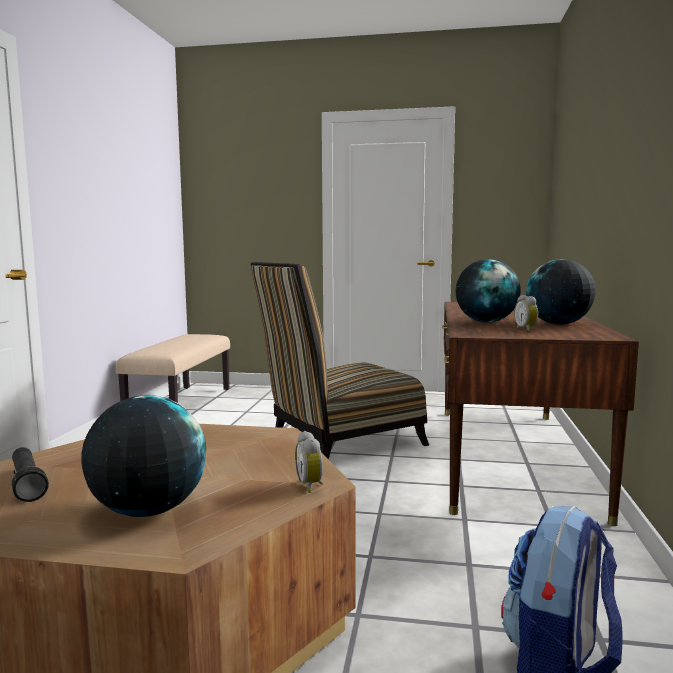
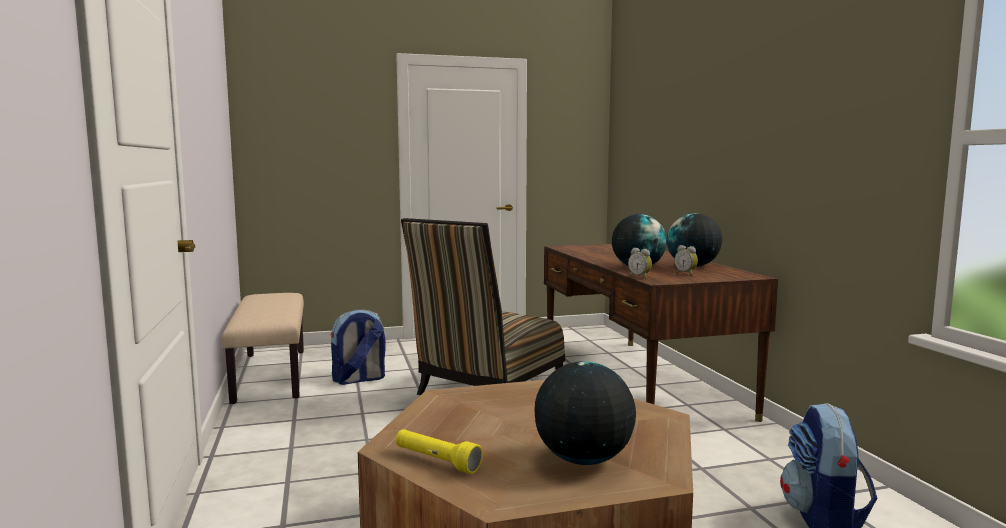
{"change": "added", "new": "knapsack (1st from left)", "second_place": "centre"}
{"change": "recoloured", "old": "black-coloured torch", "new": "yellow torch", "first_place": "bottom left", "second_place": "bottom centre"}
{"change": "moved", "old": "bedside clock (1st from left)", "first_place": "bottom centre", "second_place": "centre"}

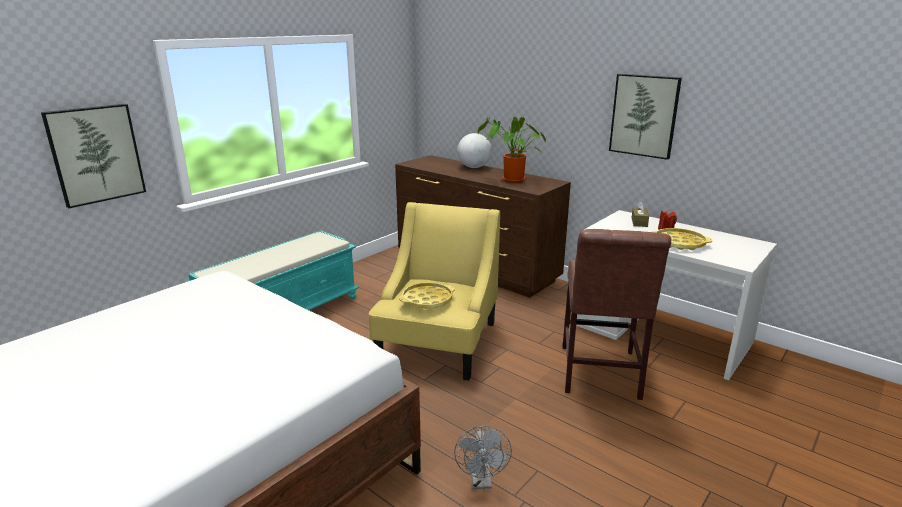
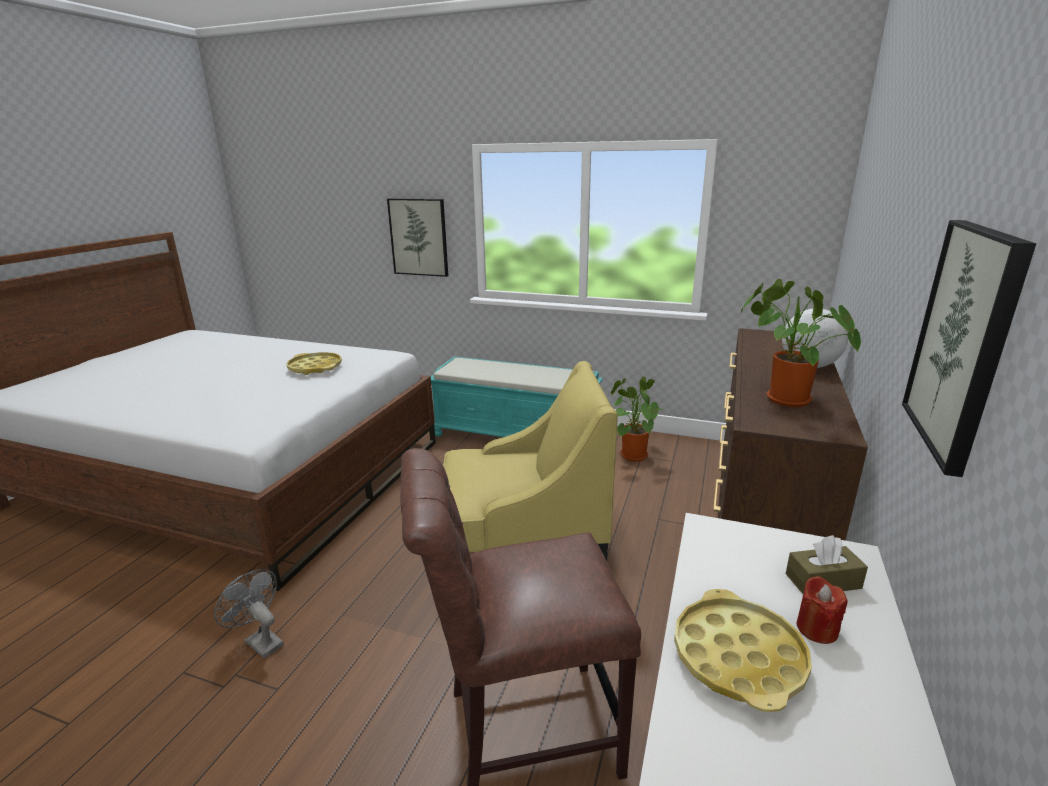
{"change": "turned", "old": "grey fan", "first_place": "bottom centre", "second_place": "bottom left", "degrees": 60}
{"change": "moved", "old": "yellow carrying tray (1st from left)", "first_place": "centre", "second_place": "middle left"}
{"change": "added", "new": "houseplant (1st from left)", "second_place": "centre"}

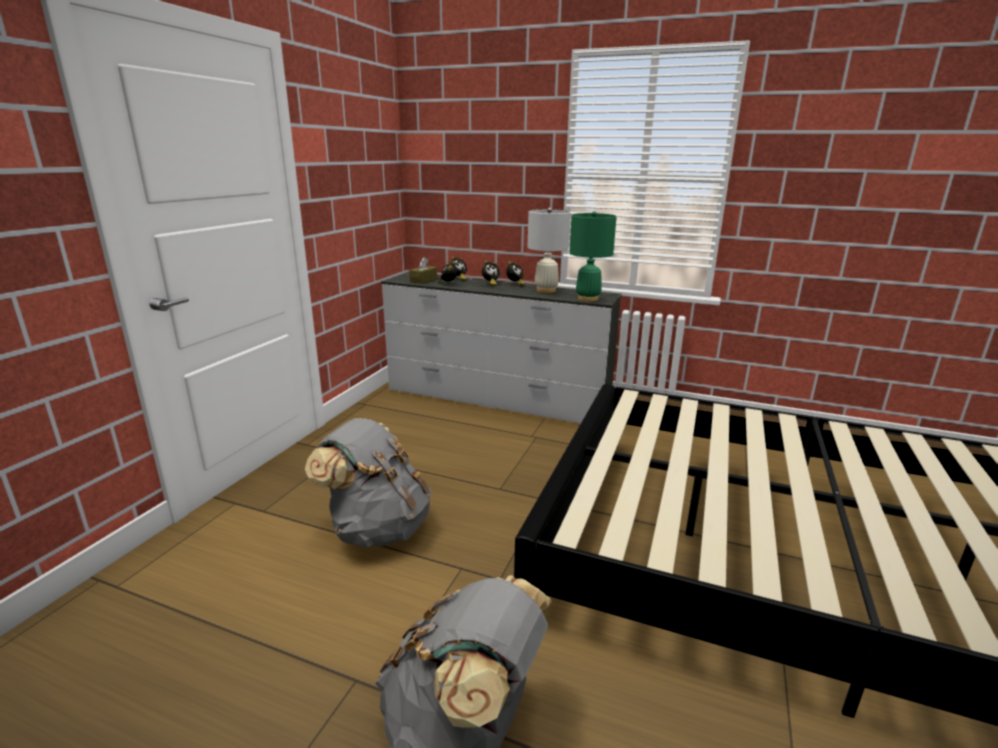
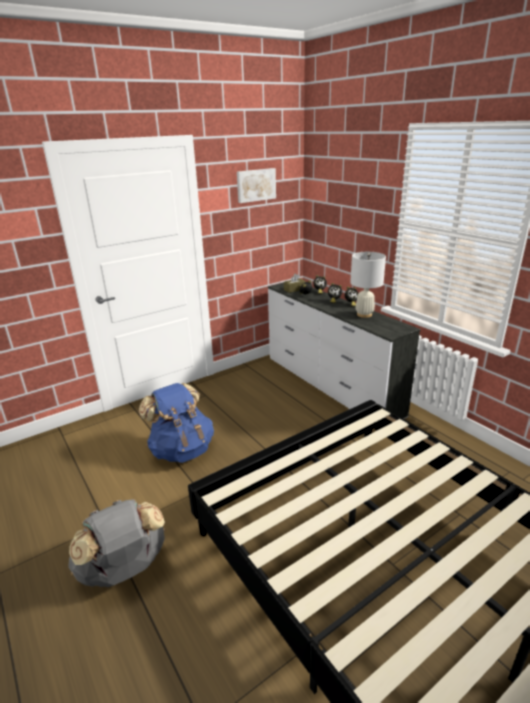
{"change": "recoloured", "old": "grey knapsack (1st from left)", "new": "bluish knapsack", "first_place": "centre", "second_place": "middle left"}
{"change": "added", "new": "picture", "second_place": "top centre"}
{"change": "removed", "old": "green-coloured lamp for a table", "first_place": "centre"}

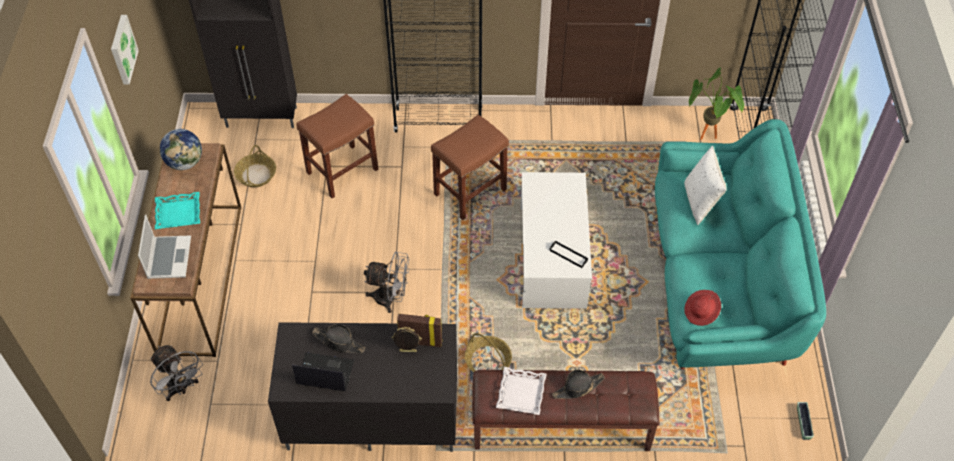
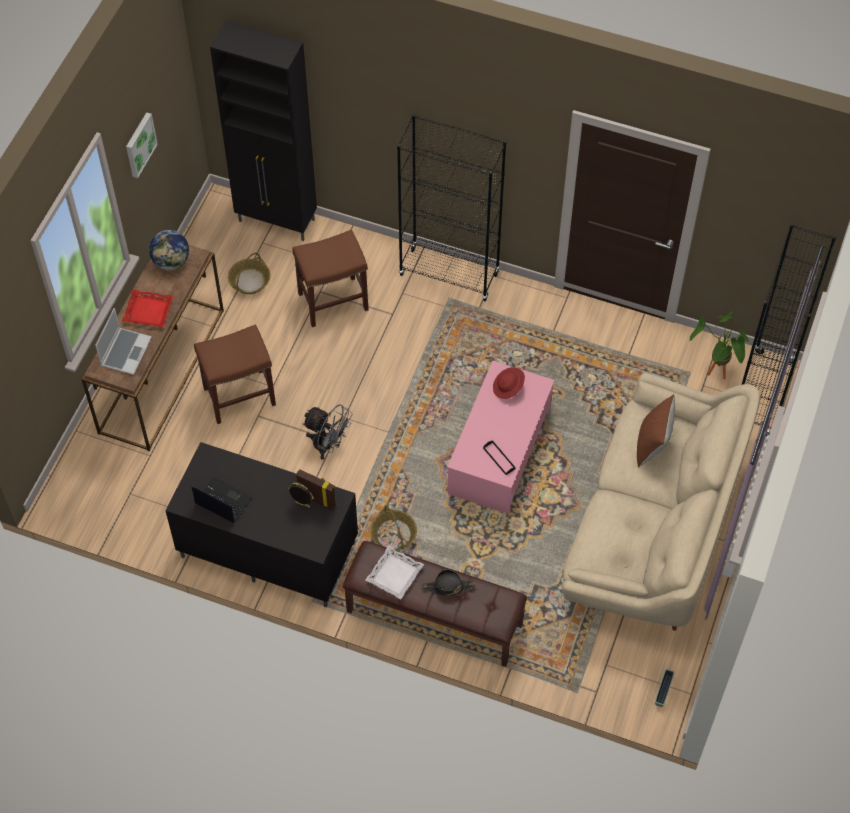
{"change": "recoloured", "old": "blue-green carrying tray", "new": "red carrying tray", "first_place": "middle left", "second_place": "middle left"}
{"change": "moved", "old": "brownish sitting stool (2nd from left in the first image)", "new": "brownish sitting stool (1st from left)", "first_place": "centre", "second_place": "middle left"}
{"change": "recoloured", "old": "whitish lounge table", "new": "pinkish lounge table", "first_place": "centre", "second_place": "centre"}
{"change": "moved", "old": "red clothing hat", "first_place": "bottom right", "second_place": "centre"}
{"change": "recoloured", "old": "blue-green couch", "new": "beige couch", "first_place": "middle right", "second_place": "middle right"}
{"change": "recoloured", "old": "whitish throw pillow", "new": "brownish throw pillow", "first_place": "middle right", "second_place": "middle right"}
{"change": "removed", "old": "grey fan (1st from left)", "first_place": "bottom left"}
{"change": "removed", "old": "black-coloured clothing hat (1st from left)", "first_place": "bottom centre"}

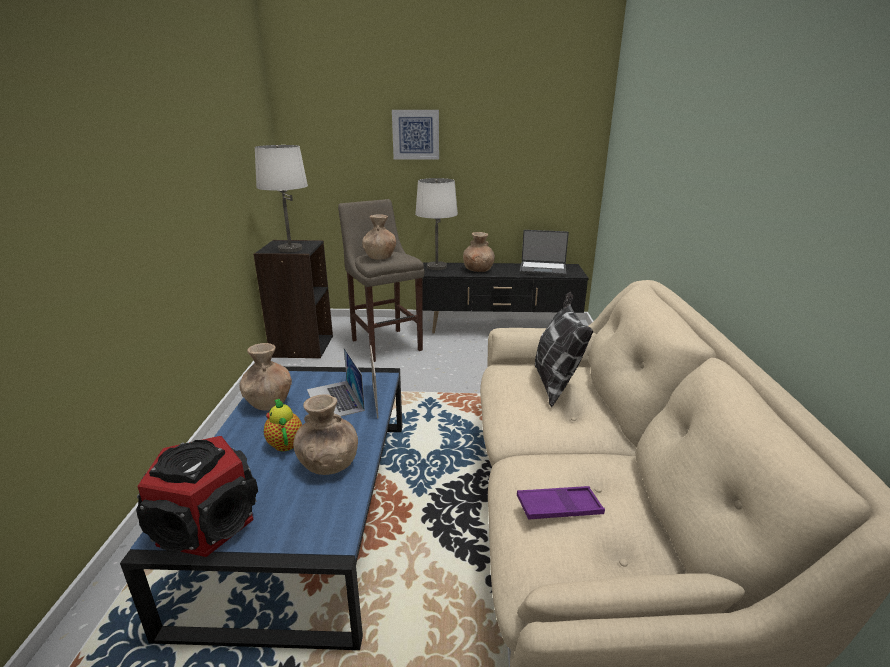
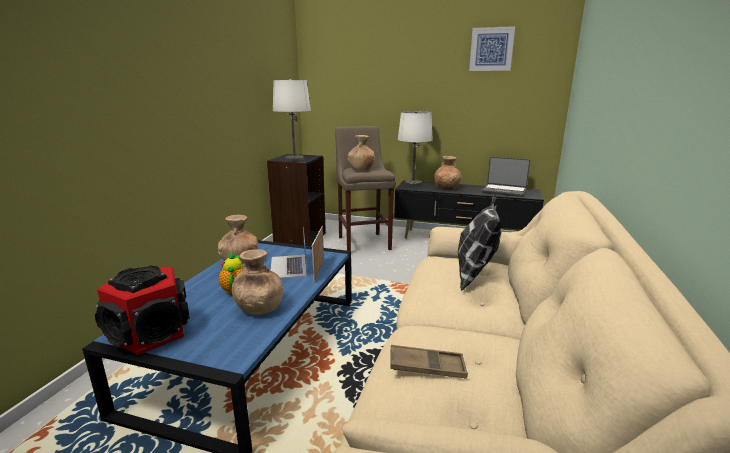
{"change": "recoloured", "old": "purple-coloured carrying tray", "new": "brownish carrying tray", "first_place": "bottom centre", "second_place": "bottom centre"}
{"change": "moved", "old": "picture", "first_place": "top centre", "second_place": "top right"}

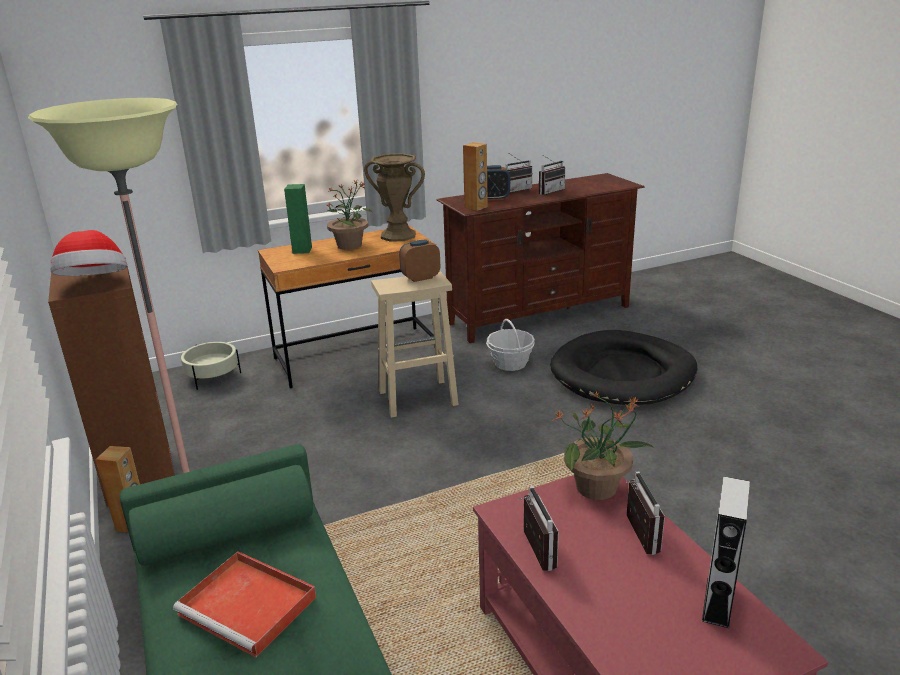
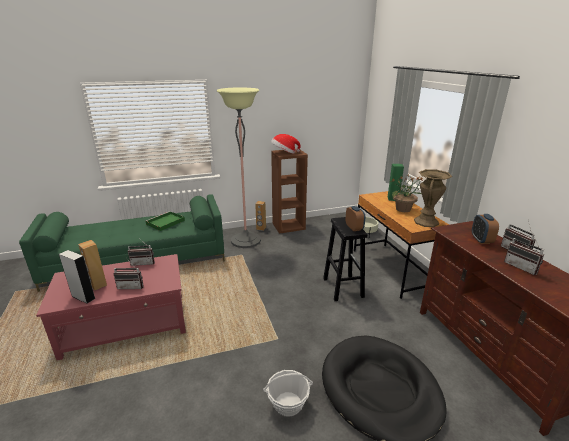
{"change": "moved", "old": "brownish loudspeaker (2nd from left in the first image)", "new": "brownish loudspeaker (1st from left)", "first_place": "top centre", "second_place": "middle left"}
{"change": "recoloured", "old": "red carrying tray", "new": "green-coloured carrying tray", "first_place": "bottom left", "second_place": "middle left"}
{"change": "moved", "old": "storage basket", "first_place": "centre", "second_place": "bottom centre"}
{"change": "recoloured", "old": "beige sitting stool", "new": "black-coloured sitting stool", "first_place": "centre", "second_place": "centre"}
{"change": "removed", "old": "houseplant (2nd from left)", "first_place": "middle right"}

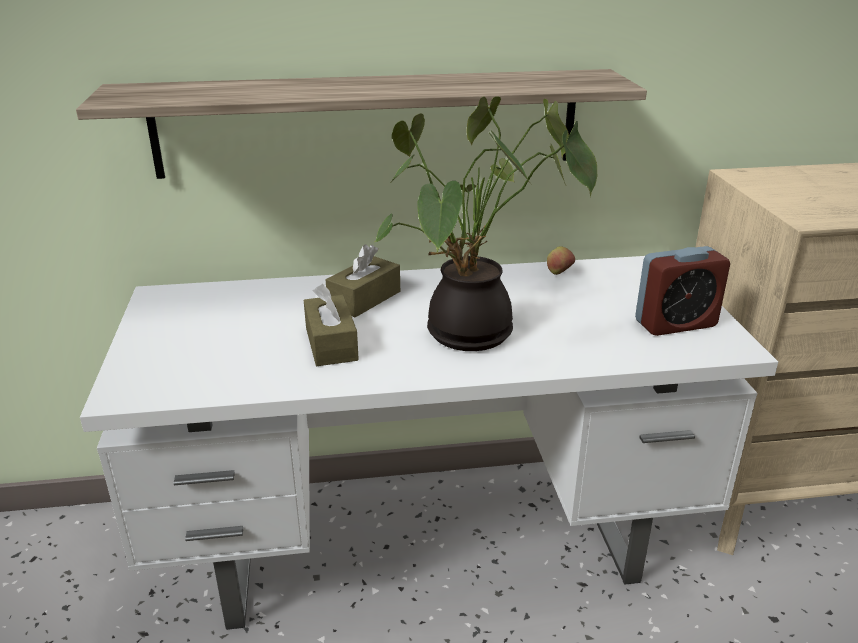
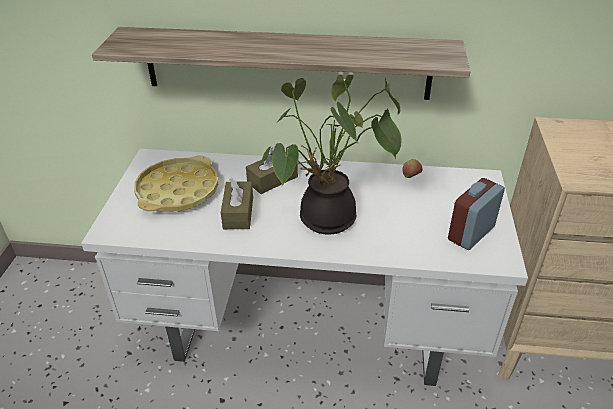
{"change": "added", "new": "yellow carrying tray", "second_place": "middle left"}
{"change": "turned", "old": "bedside clock", "first_place": "middle right", "second_place": "middle right", "degrees": 135}

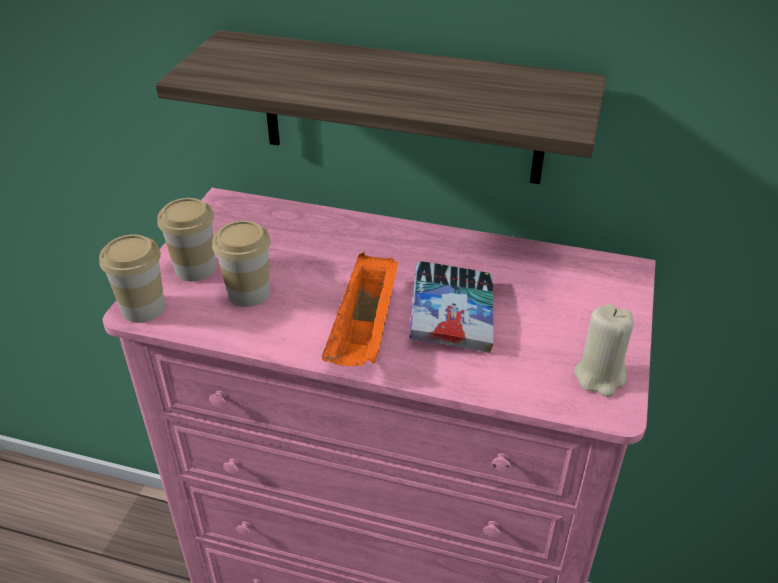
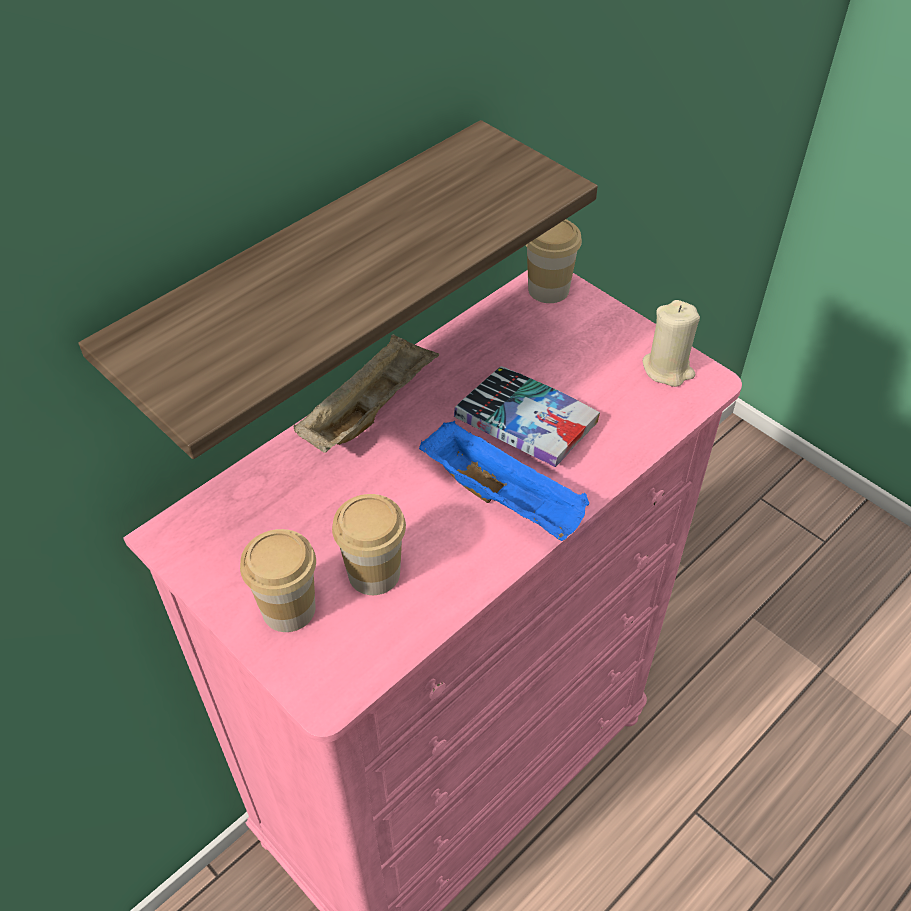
{"change": "added", "new": "beige carrying tray", "second_place": "centre"}
{"change": "recoloured", "old": "orange-coloured carrying tray", "new": "bluish carrying tray", "first_place": "centre", "second_place": "centre"}
{"change": "moved", "old": "small cup (1st from left in the first image)", "new": "small cup (3rd from left)", "first_place": "middle left", "second_place": "top centre"}

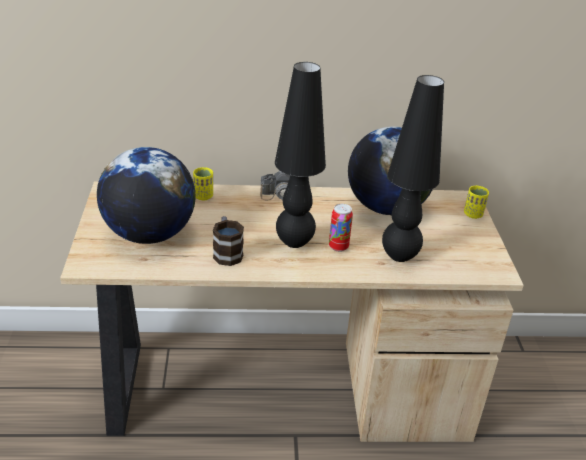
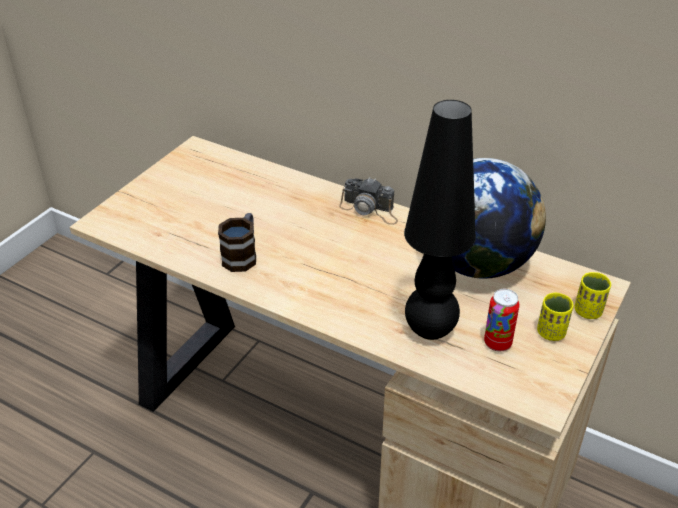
{"change": "moved", "old": "metal can", "first_place": "centre", "second_place": "middle right"}
{"change": "moved", "old": "yellow small cup (1st from left)", "first_place": "centre", "second_place": "middle right"}
{"change": "removed", "old": "world globe (1st from left)", "first_place": "middle left"}
{"change": "removed", "old": "black-coloured lamp for a table (1st from left)", "first_place": "centre"}

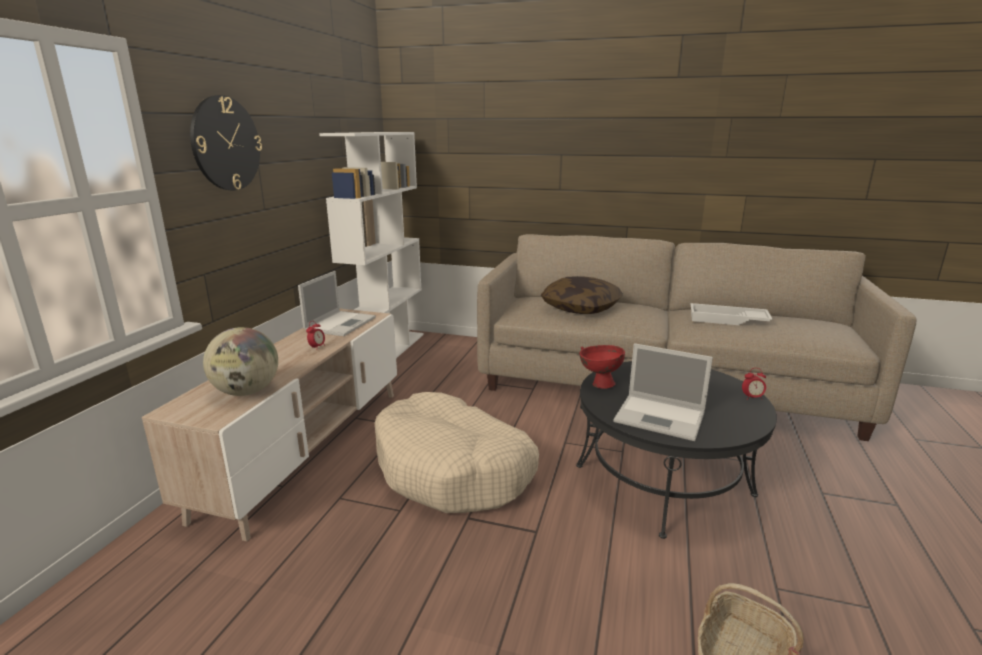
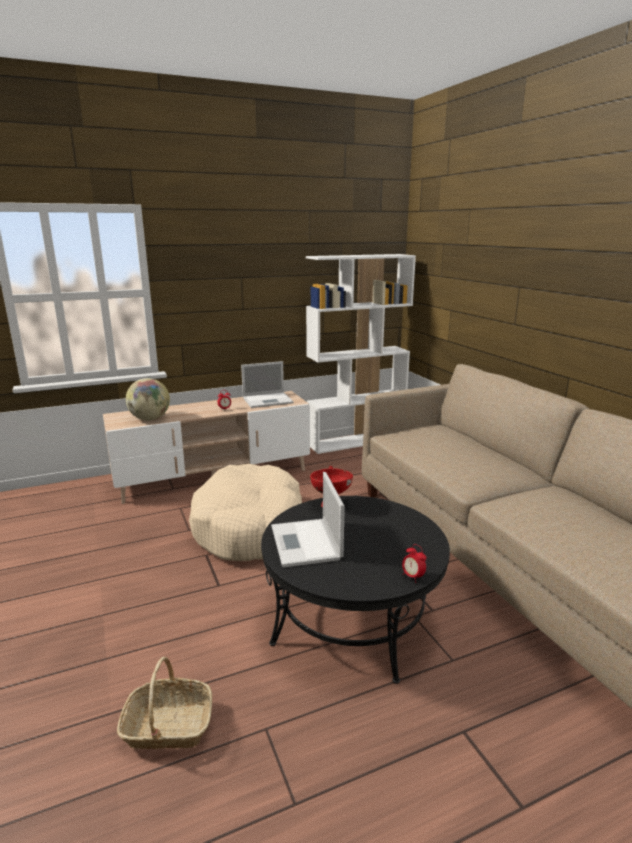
{"change": "removed", "old": "clock on the wall", "first_place": "top left"}
{"change": "removed", "old": "throw pillow", "first_place": "centre"}
{"change": "removed", "old": "whitish carrying tray", "first_place": "middle right"}

